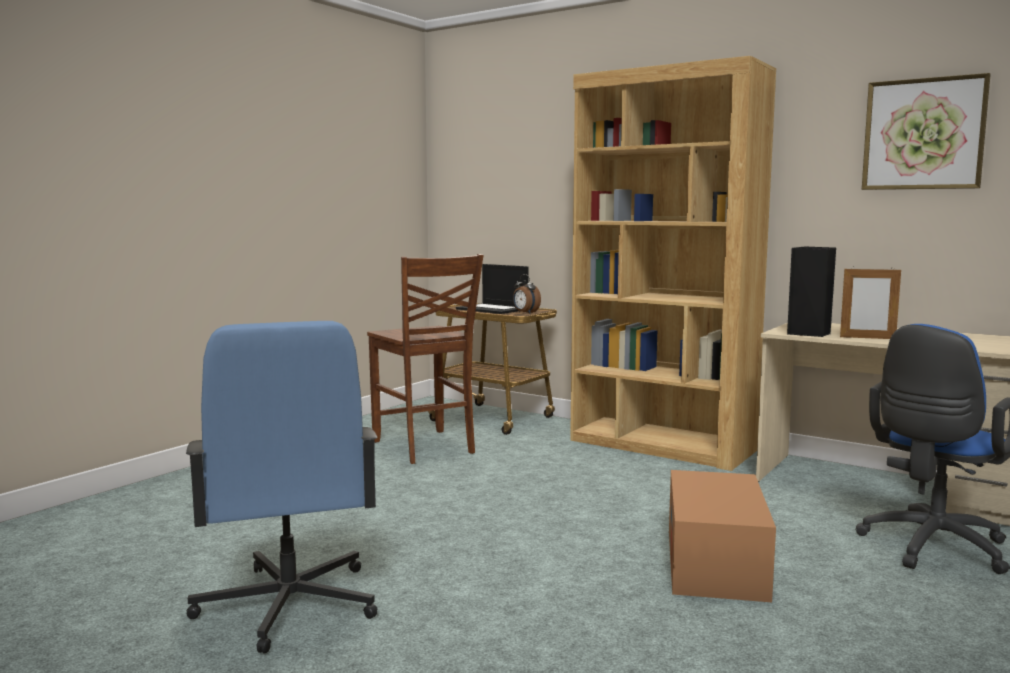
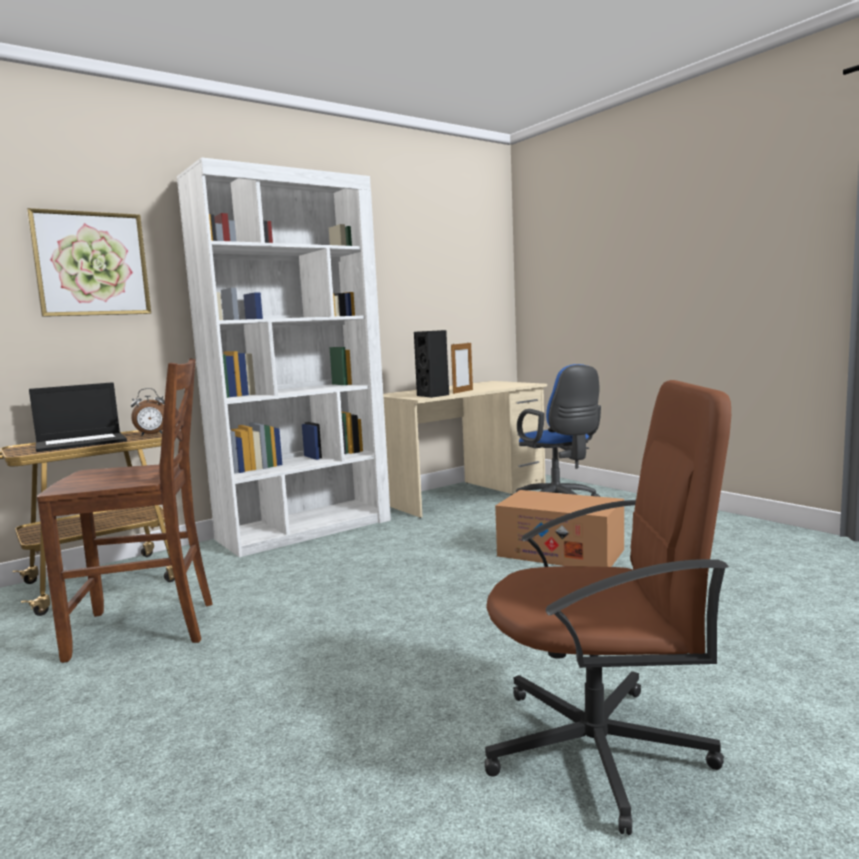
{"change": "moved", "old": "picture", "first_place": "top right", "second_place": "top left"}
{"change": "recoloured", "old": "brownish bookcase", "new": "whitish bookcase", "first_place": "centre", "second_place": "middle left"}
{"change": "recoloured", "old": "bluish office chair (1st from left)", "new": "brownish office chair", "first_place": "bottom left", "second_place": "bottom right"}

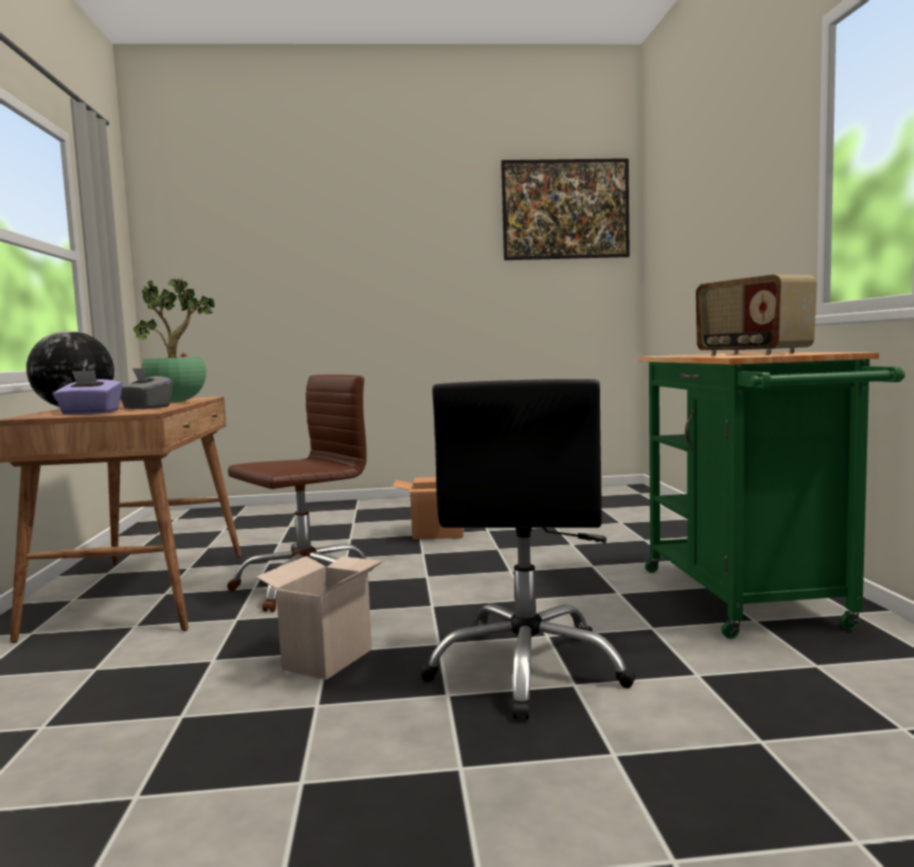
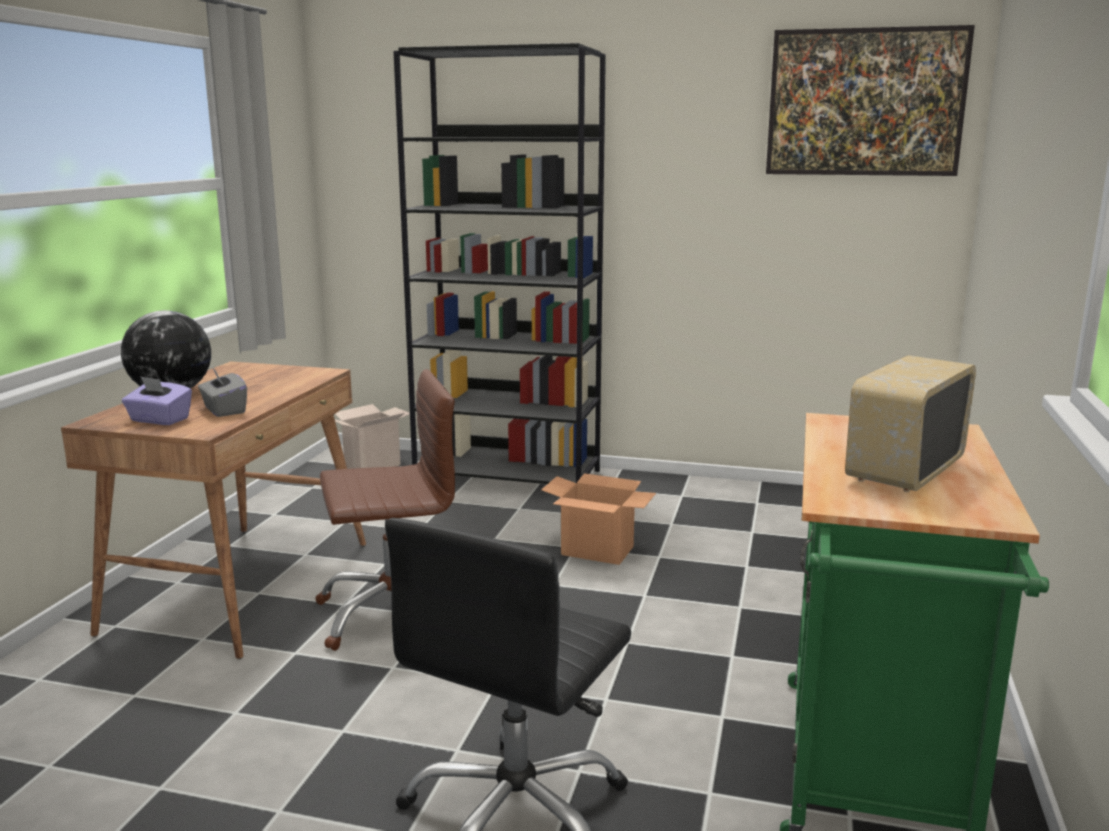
{"change": "moved", "old": "packing box (1st from left)", "first_place": "bottom centre", "second_place": "centre"}
{"change": "added", "new": "black-coloured bookcase", "second_place": "top centre"}
{"change": "turned", "old": "radio receiver", "first_place": "middle right", "second_place": "middle right", "degrees": 45}
{"change": "removed", "old": "houseplant", "first_place": "middle left"}

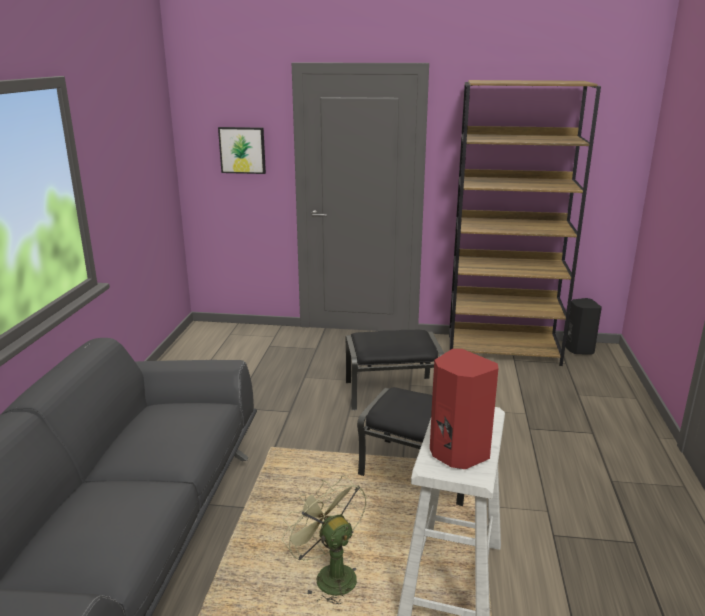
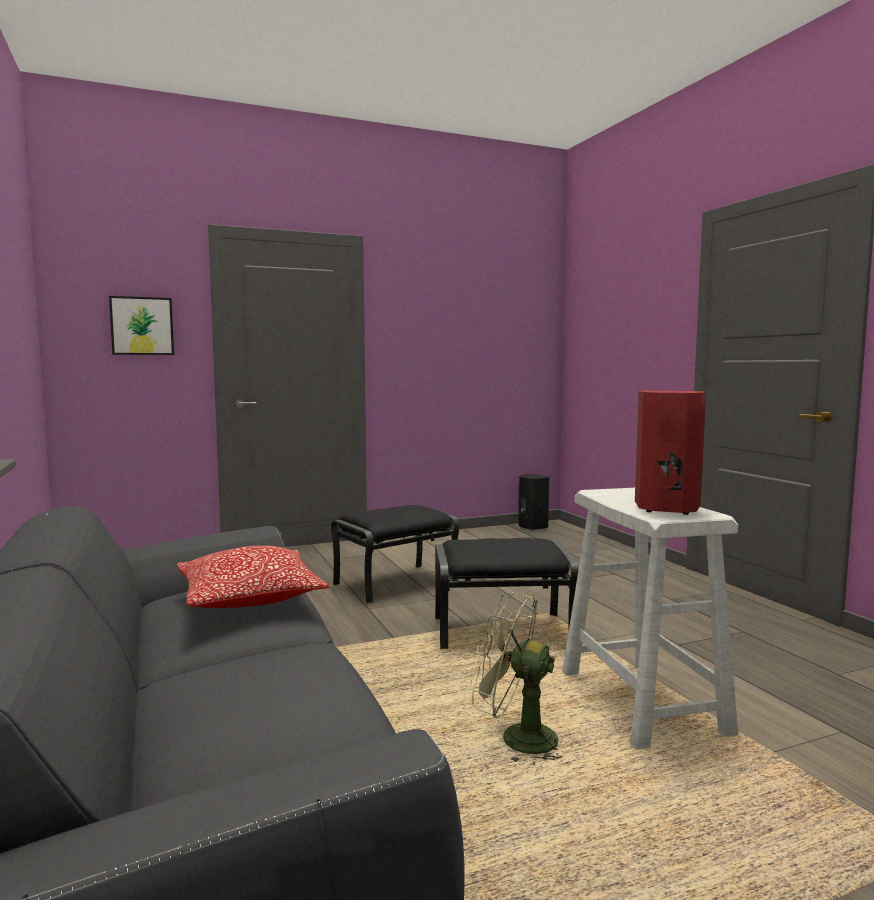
{"change": "added", "new": "throw pillow", "second_place": "middle left"}
{"change": "removed", "old": "brownish bookcase", "first_place": "middle right"}

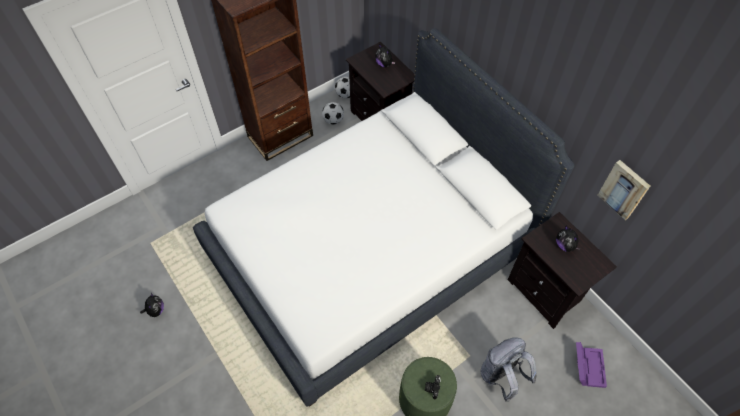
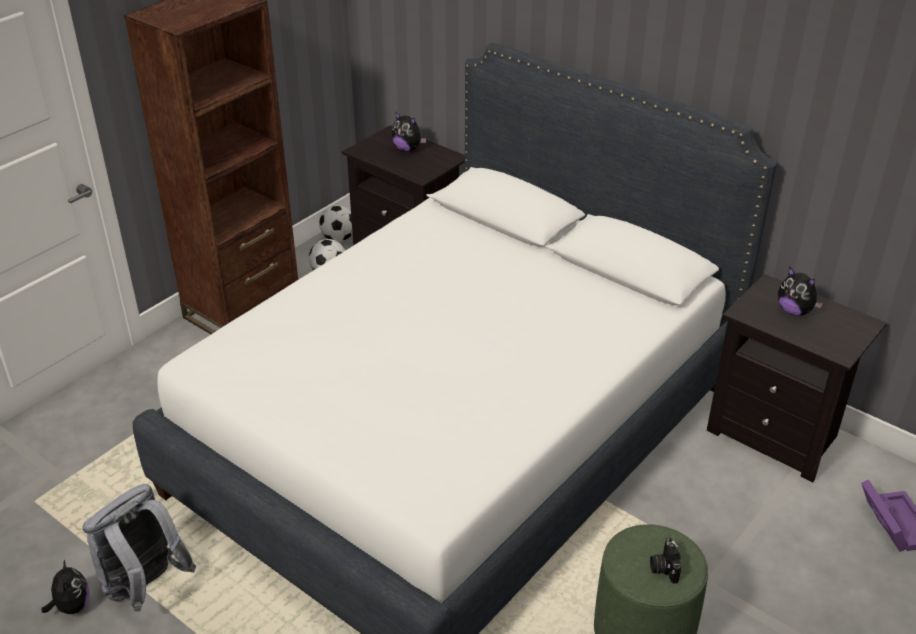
{"change": "moved", "old": "grey knapsack", "first_place": "bottom right", "second_place": "bottom left"}
{"change": "removed", "old": "picture", "first_place": "middle right"}

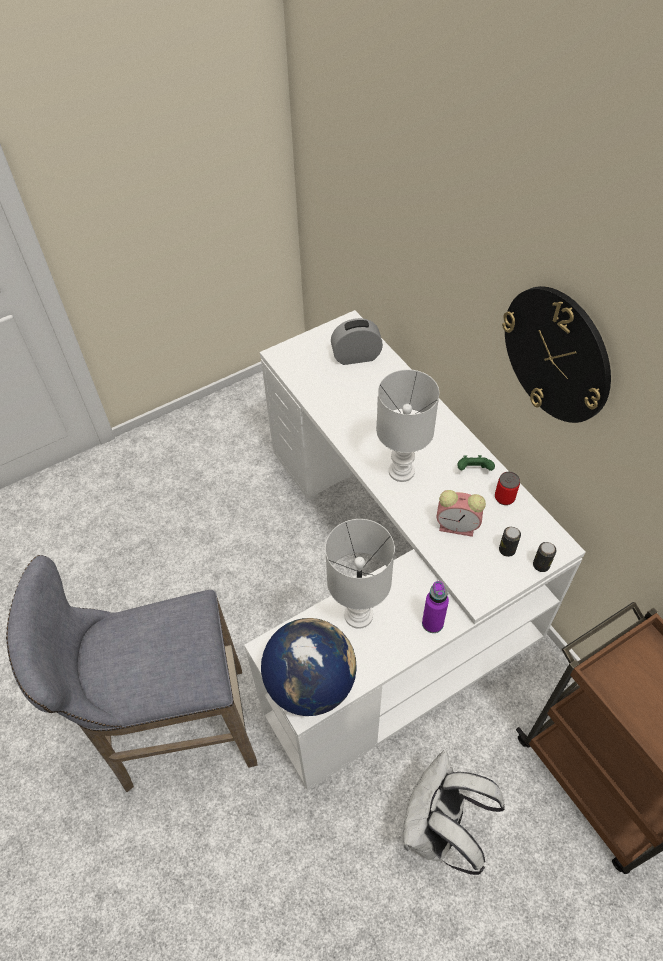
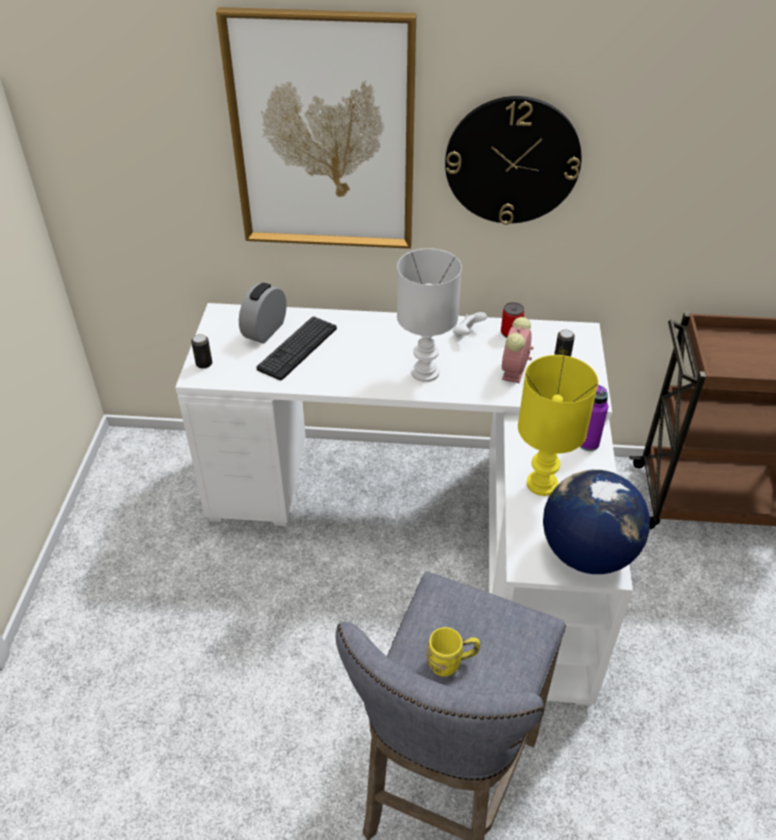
{"change": "moved", "old": "metal can (3rd from left in the first image)", "new": "metal can (1st from left)", "first_place": "middle right", "second_place": "middle left"}
{"change": "added", "new": "picture", "second_place": "top centre"}
{"change": "added", "new": "PC keyboard", "second_place": "centre"}
{"change": "added", "new": "yellow tea mug", "second_place": "bottom centre"}
{"change": "recoloured", "old": "green-coloured gamepad", "new": "whitish gamepad", "first_place": "middle right", "second_place": "centre"}
{"change": "turned", "old": "bedside clock (2nd from left)", "first_place": "middle right", "second_place": "centre", "degrees": 150}
{"change": "recoloured", "old": "whitish lamp for a table (1st from left)", "new": "yellow lamp for a table", "first_place": "centre", "second_place": "middle right"}
{"change": "removed", "old": "whitish knapsack", "first_place": "bottom right"}

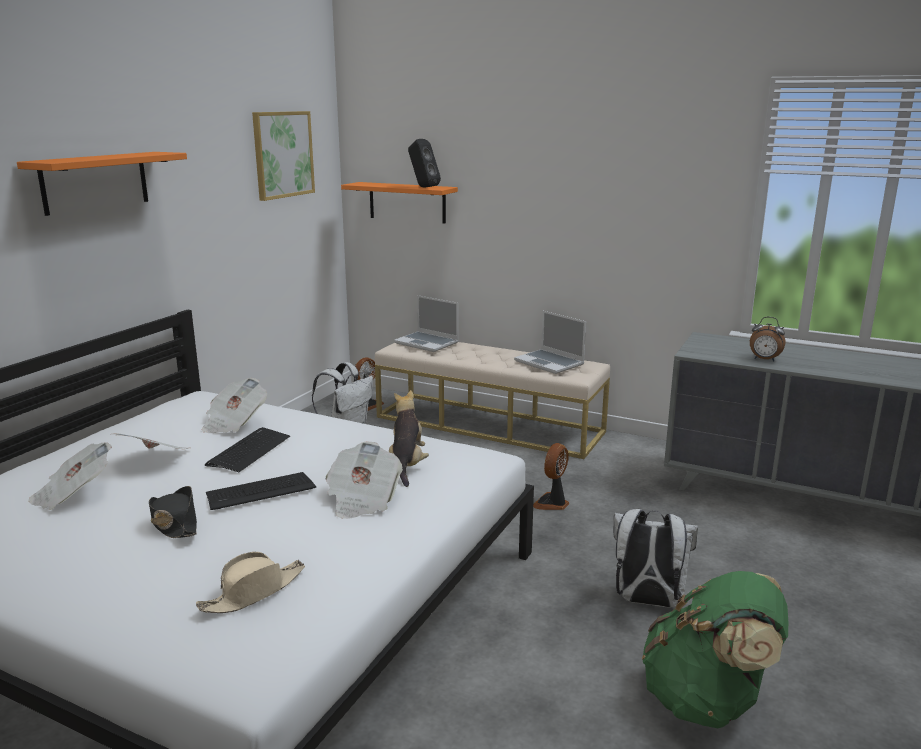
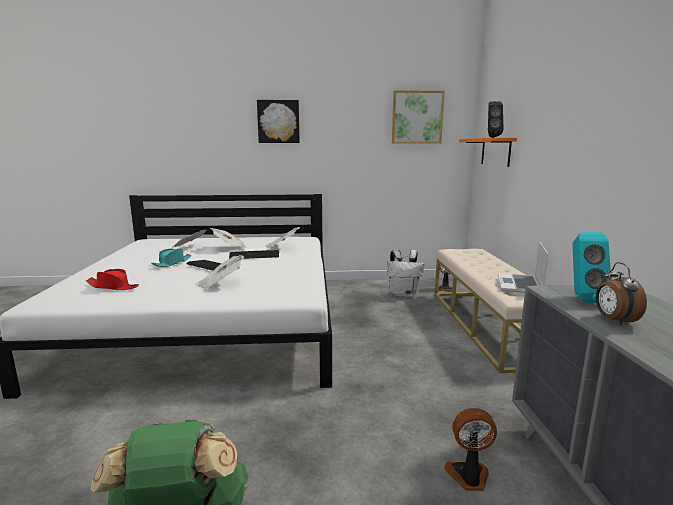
{"change": "recoloured", "old": "beige clothing hat", "new": "red clothing hat", "first_place": "bottom left", "second_place": "middle left"}
{"change": "recoloured", "old": "black-coloured clothing hat", "new": "blue-green clothing hat", "first_place": "bottom left", "second_place": "middle left"}
{"change": "replaced", "old": "orange-coloured wall shelf (1st from left)", "new": "picture (1st from left)", "first_place": "top left", "second_place": "top centre"}
{"change": "moved", "old": "fan (2nd from left)", "first_place": "centre", "second_place": "bottom right"}
{"change": "added", "new": "blue-green loudspeaker", "second_place": "middle right"}
{"change": "removed", "old": "plush toy", "first_place": "centre"}
{"change": "removed", "old": "laptop (1st from left)", "first_place": "centre"}
{"change": "removed", "old": "whitish knapsack (2nd from left)", "first_place": "bottom right"}

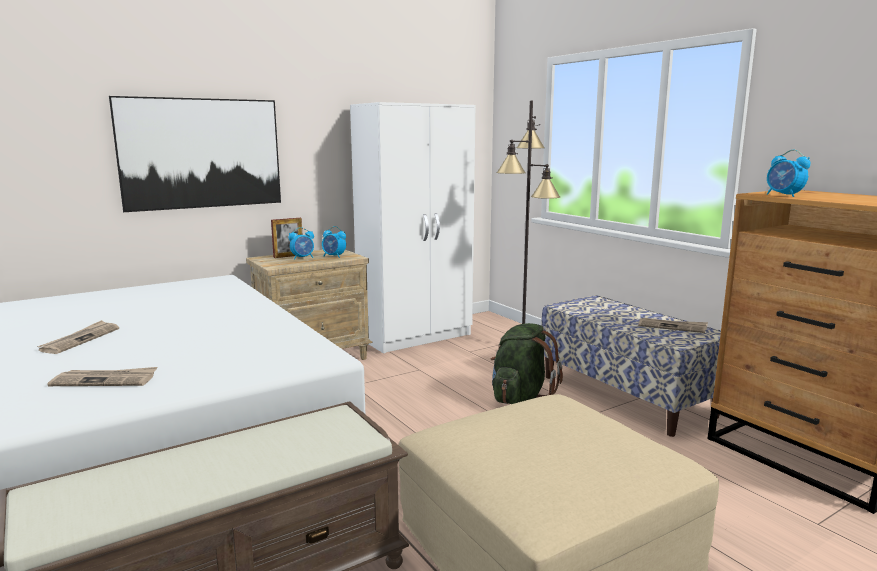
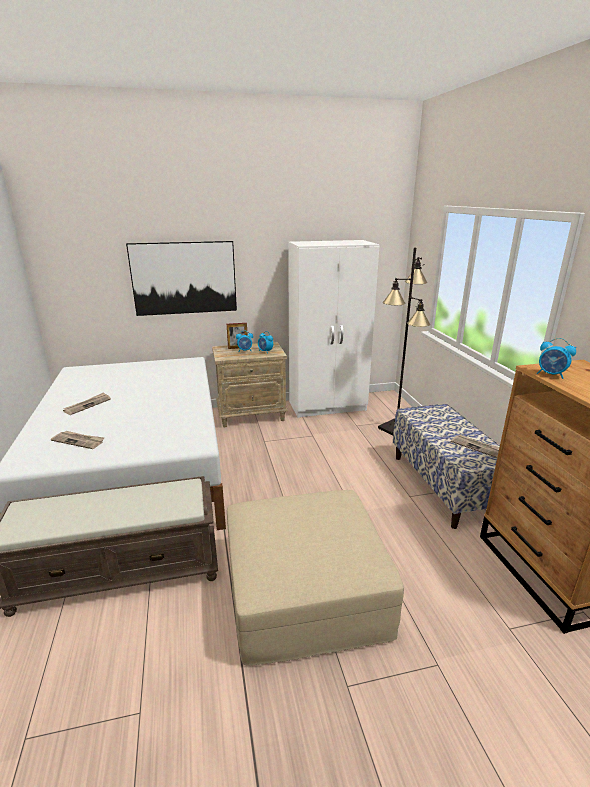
{"change": "turned", "old": "bedside clock (3rd from left)", "first_place": "top right", "second_place": "middle right", "degrees": -45}
{"change": "removed", "old": "green-coloured knapsack", "first_place": "centre"}

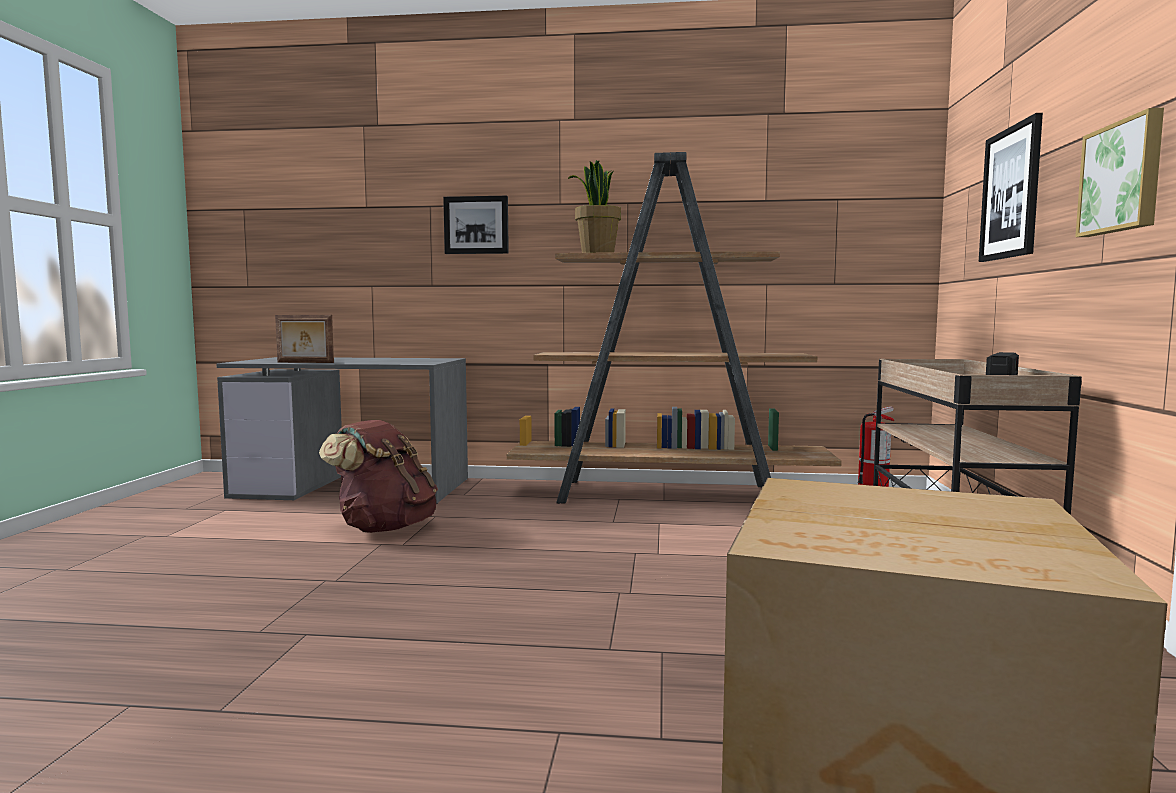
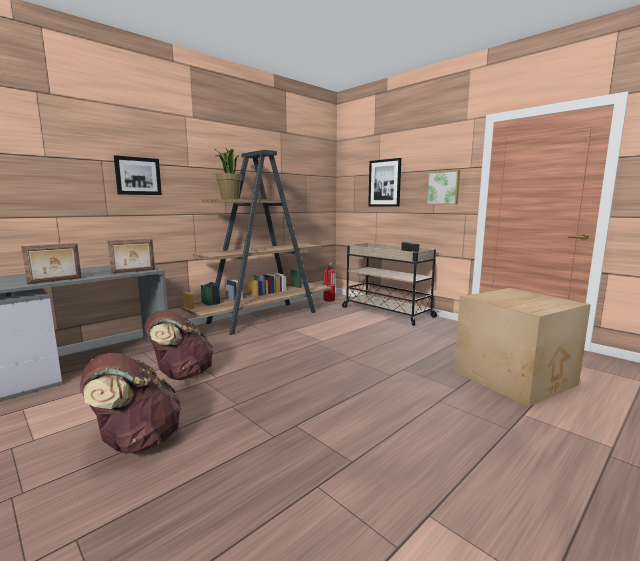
{"change": "added", "new": "brownish knapsack (1st from left)", "second_place": "bottom left"}
{"change": "added", "new": "photo frame (2nd from left)", "second_place": "middle left"}

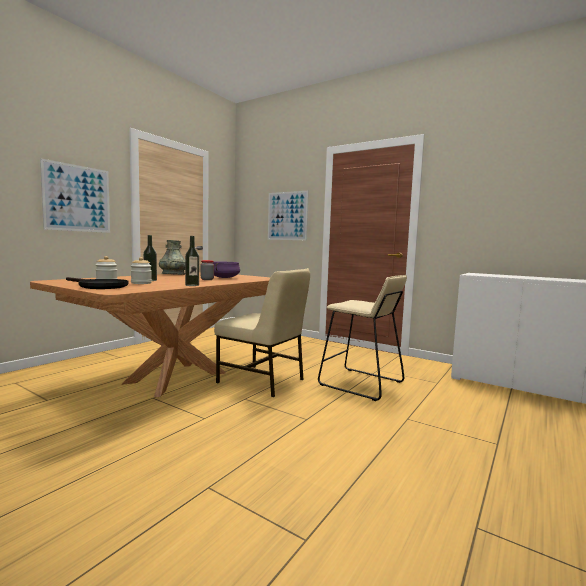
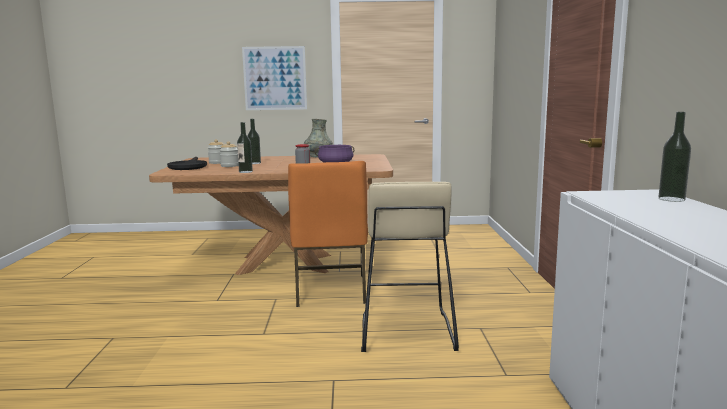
{"change": "recoloured", "old": "beige upright chair", "new": "orange-coloured upright chair", "first_place": "centre", "second_place": "centre"}
{"change": "added", "new": "beverage bottle (3rd from left)", "second_place": "middle right"}
{"change": "removed", "old": "picture (2nd from left)", "first_place": "centre"}

